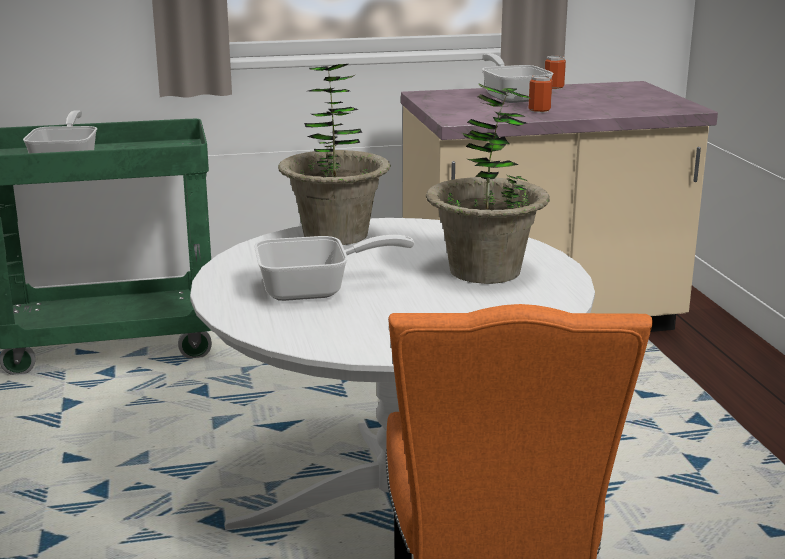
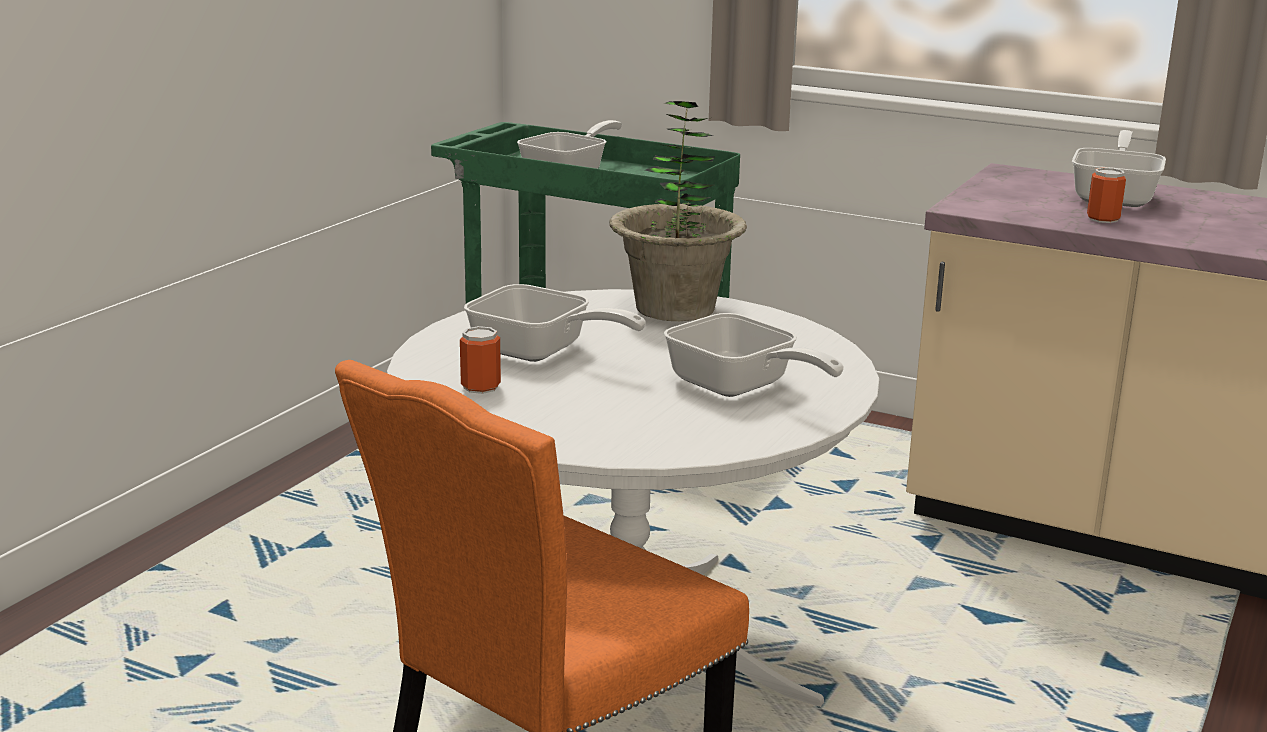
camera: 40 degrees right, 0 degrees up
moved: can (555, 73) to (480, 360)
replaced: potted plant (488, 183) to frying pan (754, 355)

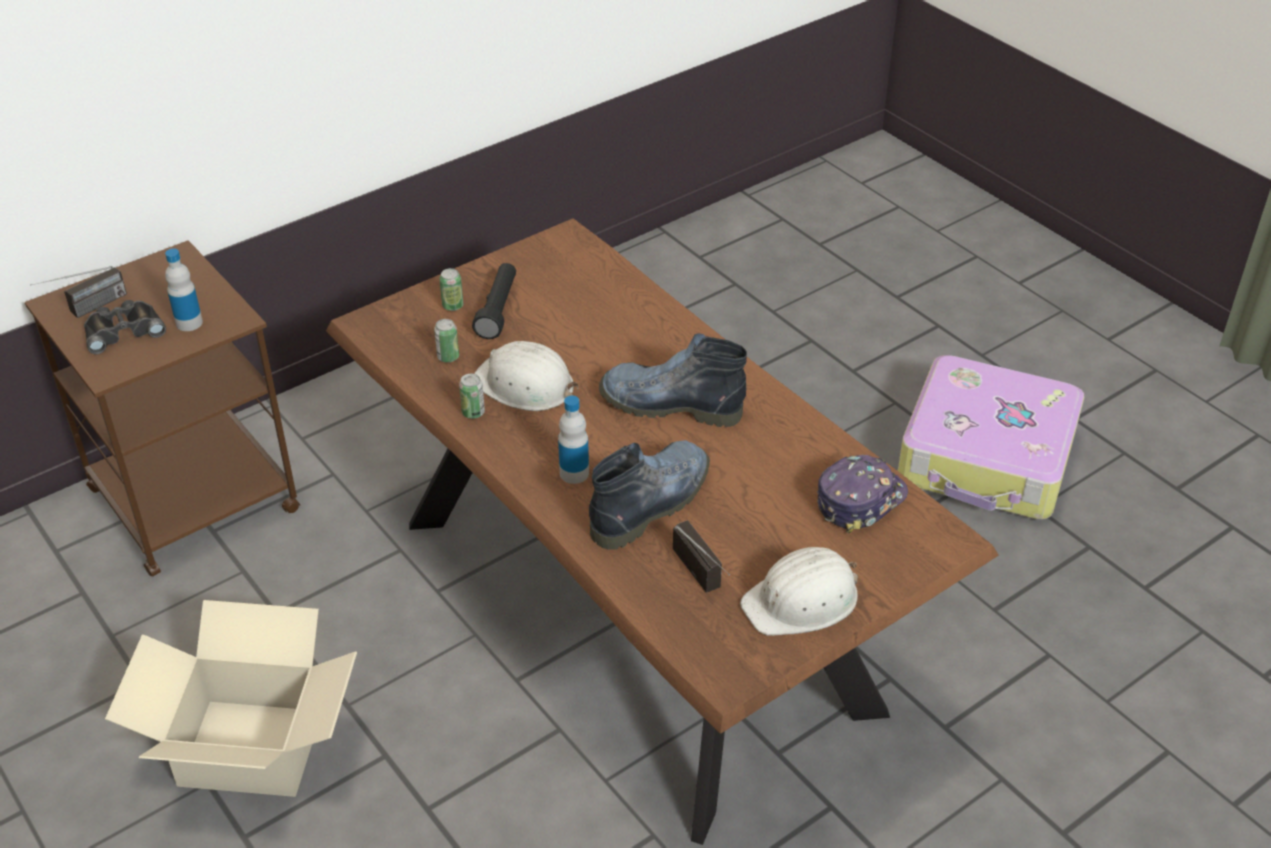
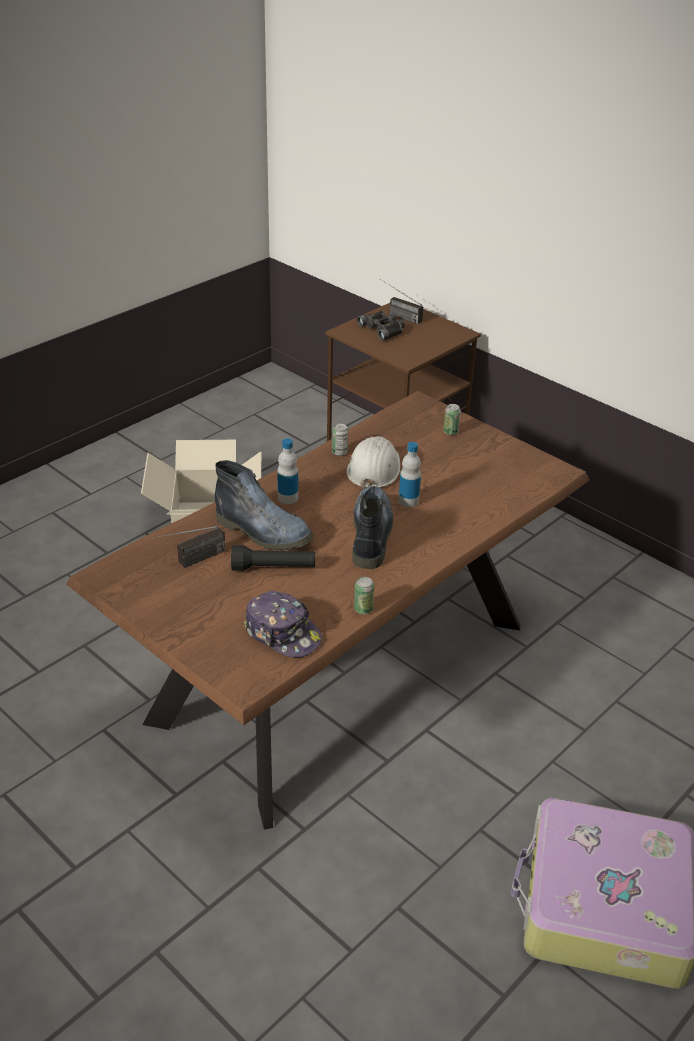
camera: 80 degrees right, 5 degrees down
removed: white hard hat (799, 591)
moved: bottle (184, 289) to (410, 475); black flashlight (494, 301) to (273, 558); can (446, 341) to (364, 595)

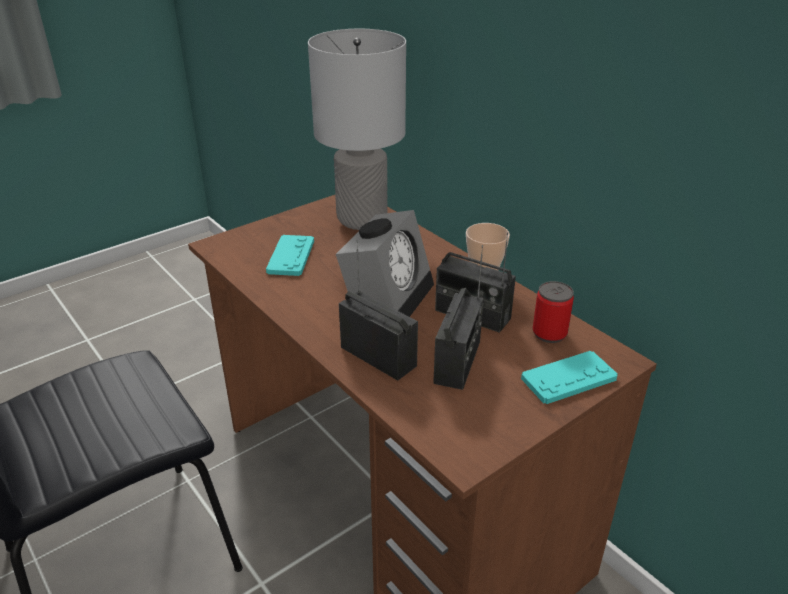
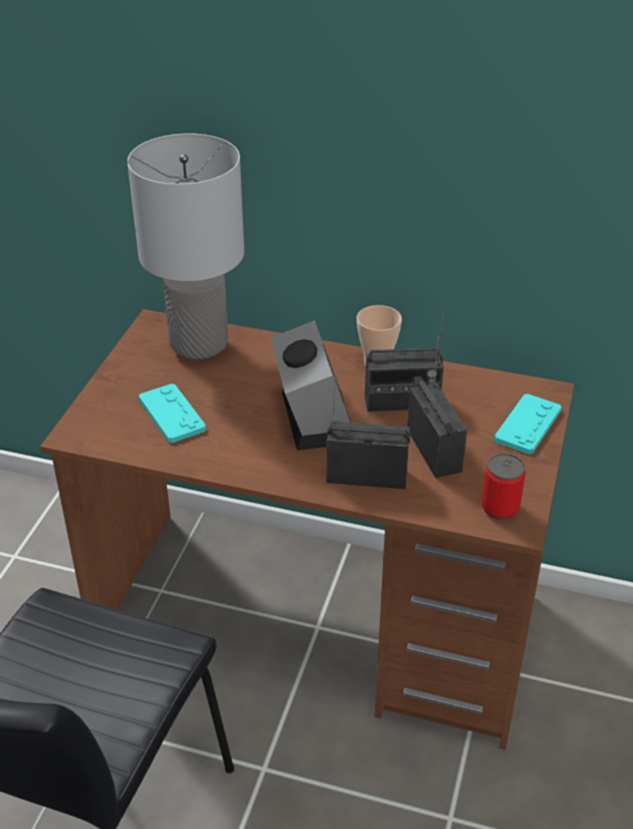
camera: 35 degrees left, 5 degrees up
moved: can (553, 312) to (503, 486)

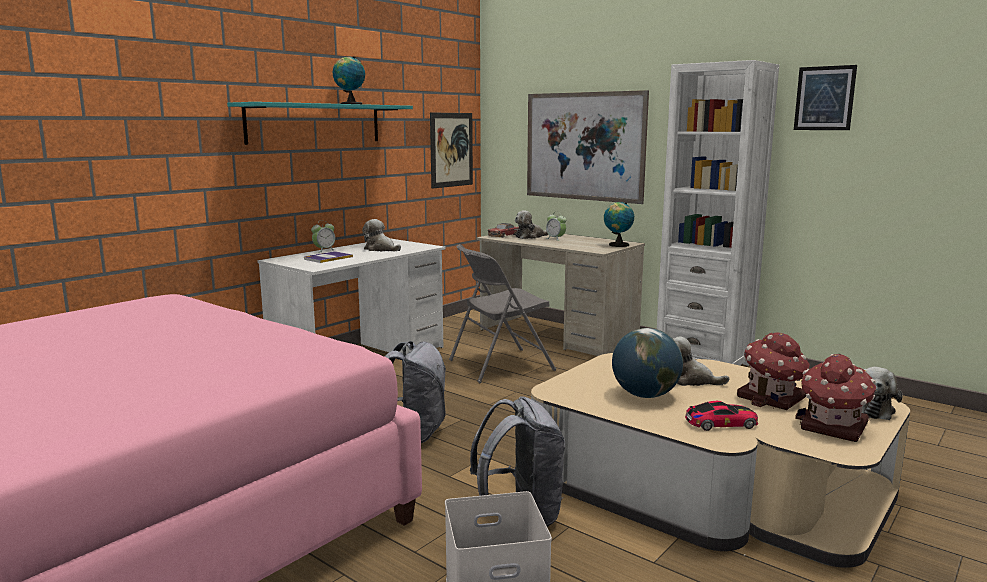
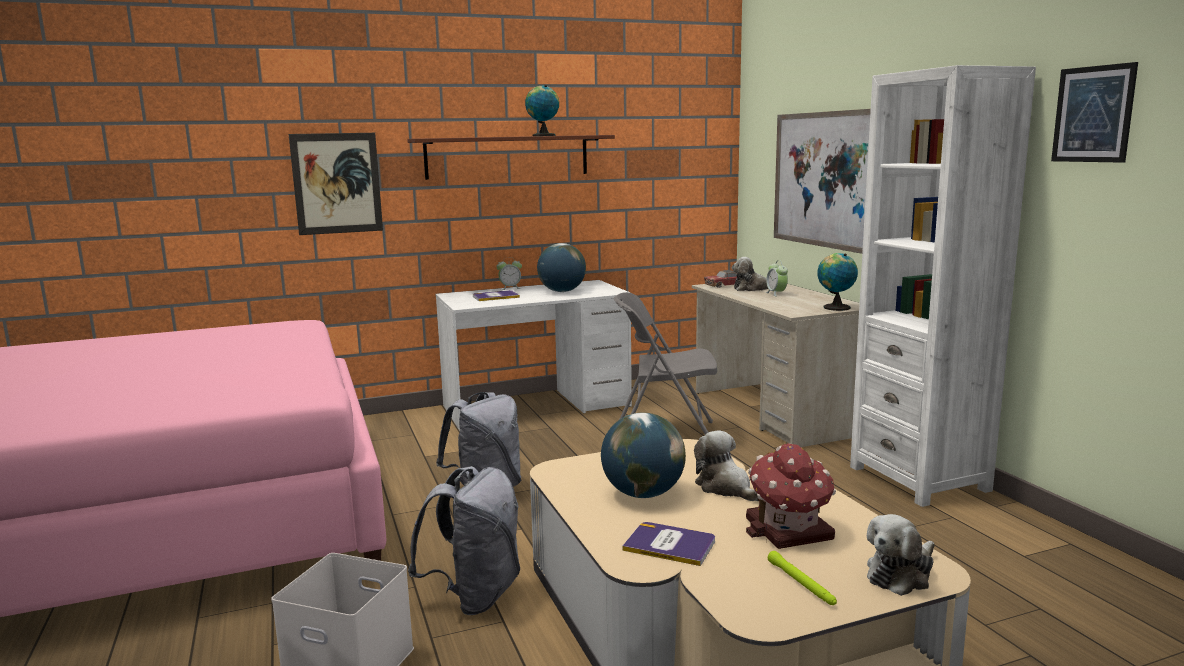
camera: 30 degrees right, 0 degrees up
moved: picture (451, 150) to (336, 184)
replaced: plush toy (381, 235) to globe (561, 267); toy house (836, 398) to green flashlight (802, 578); toy car (721, 416) to book (668, 544)
recoloured: turquoise shelf (320, 123) to brown shelf (511, 157)

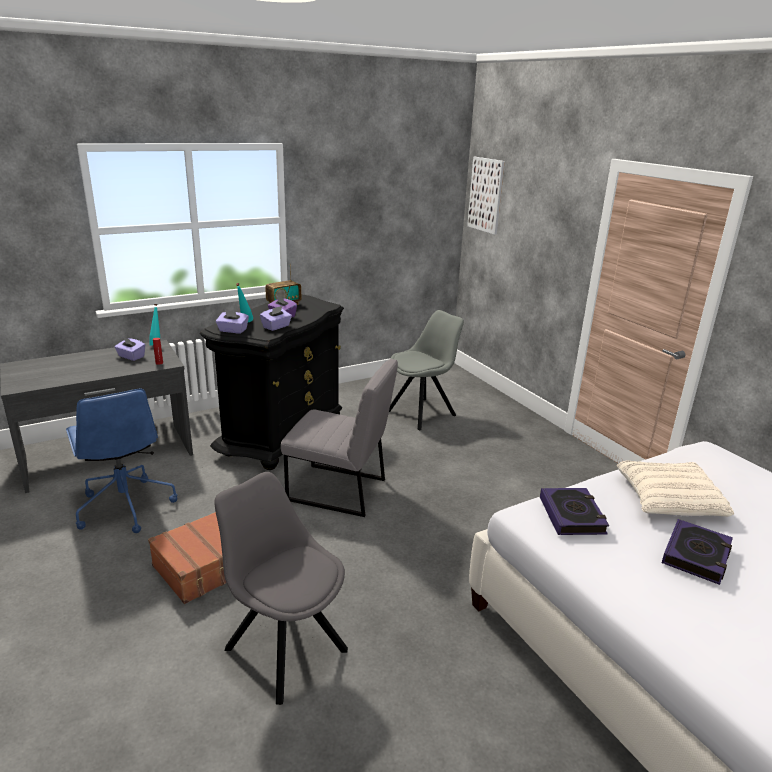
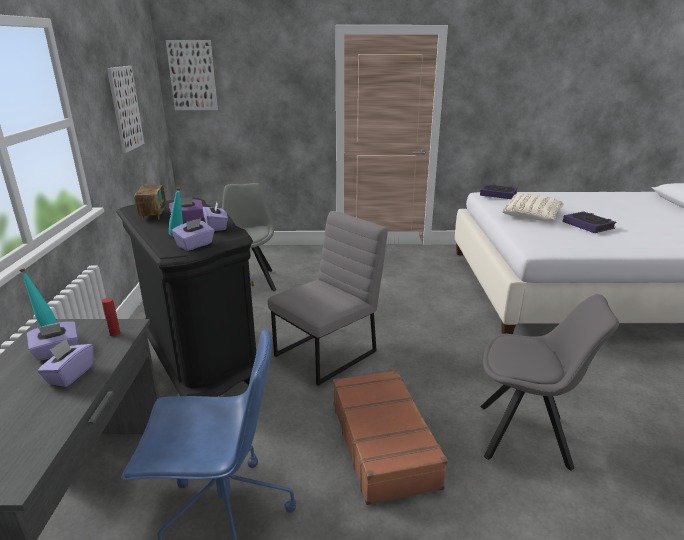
camera: 60 degrees left, 0 degrees up
added: picture (125, 109); purple tissue box (65, 363)
moved: book (574, 511) to (499, 191)
turned: grey chair (281, 588) = (549, 382) 150 degrees counterclockwise

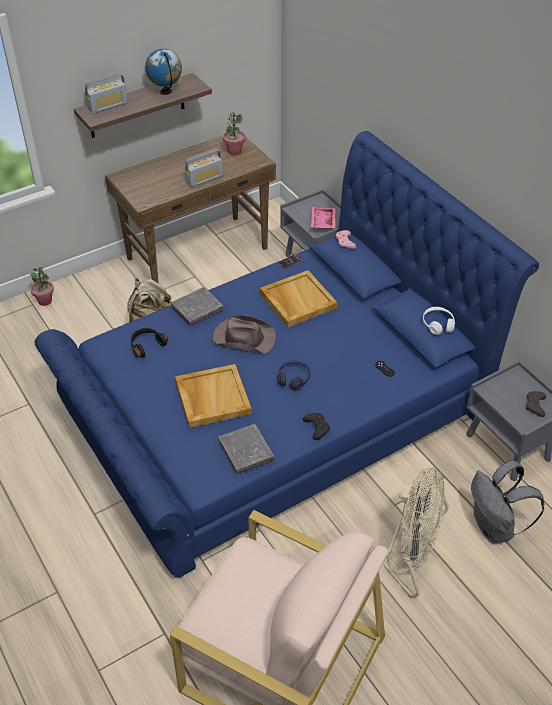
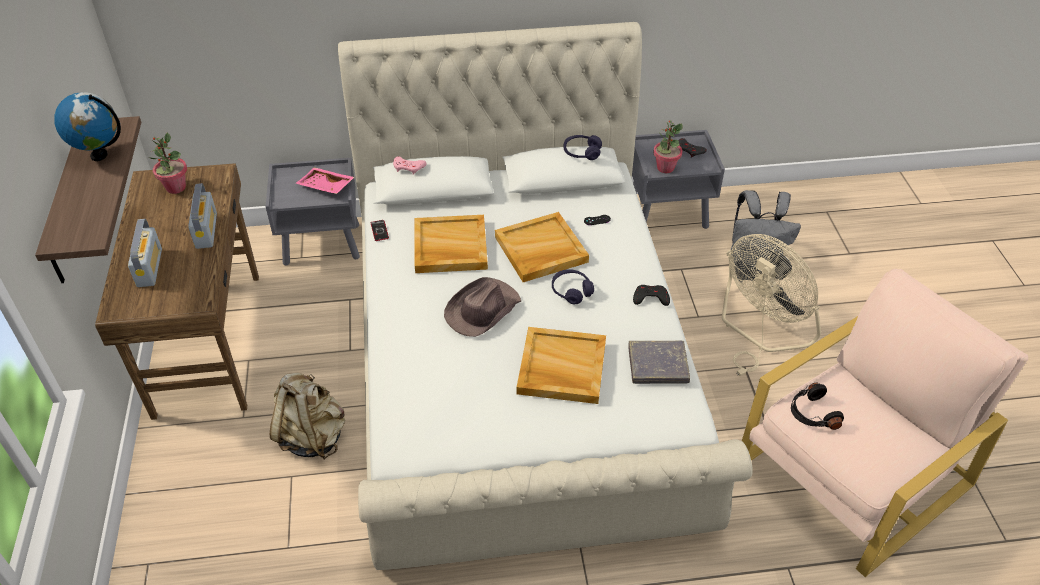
camera: 65 degrees left, 0 degrees up
removed: grey book (197, 306)
added: beige tray (542, 247)
moved: radio (106, 93) to (145, 253); potted plant (42, 286) to (668, 146); black headphones (149, 343) to (817, 406)
recoloured: blue bed (286, 354) to beige bed (545, 296); white headphones (439, 321) to purple headphones (583, 147)

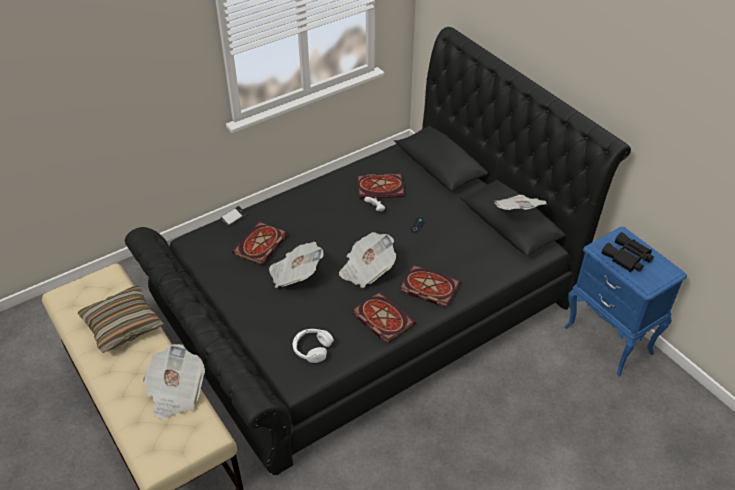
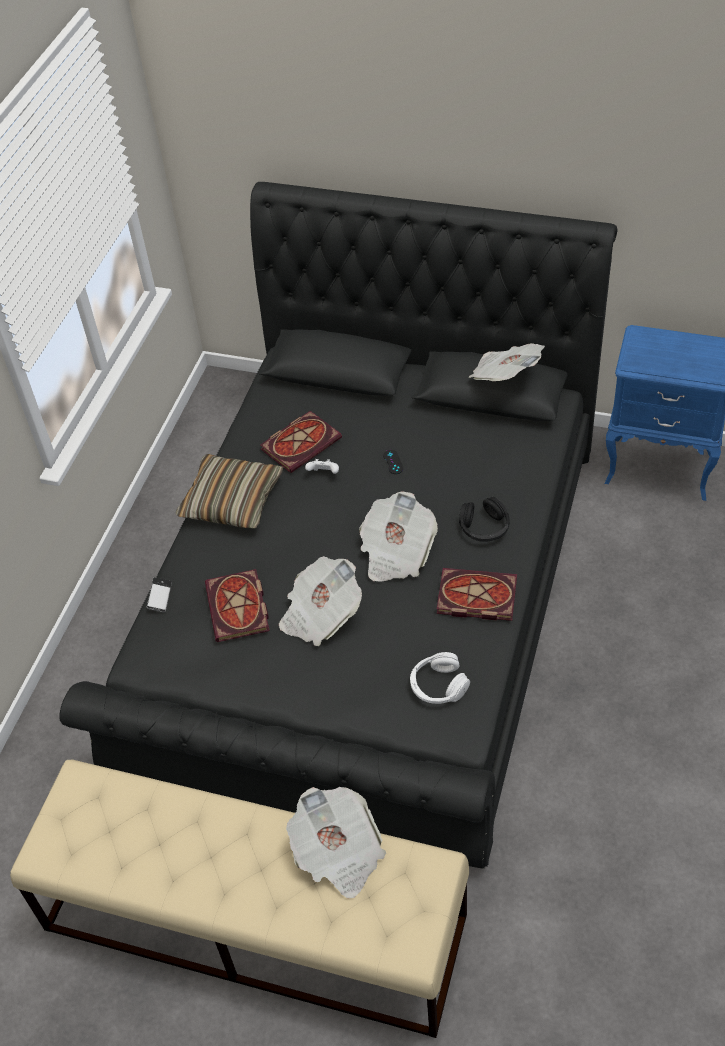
camera: 35 degrees left, 5 degrees up
removed: black binoculars (628, 252)
moved: pillow (121, 319) to (229, 491)
replaced: book (430, 286) to black headphones (484, 519)

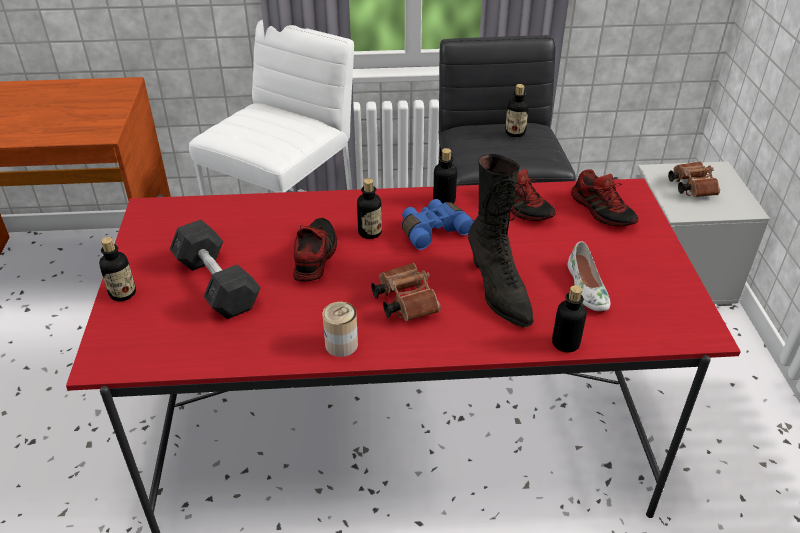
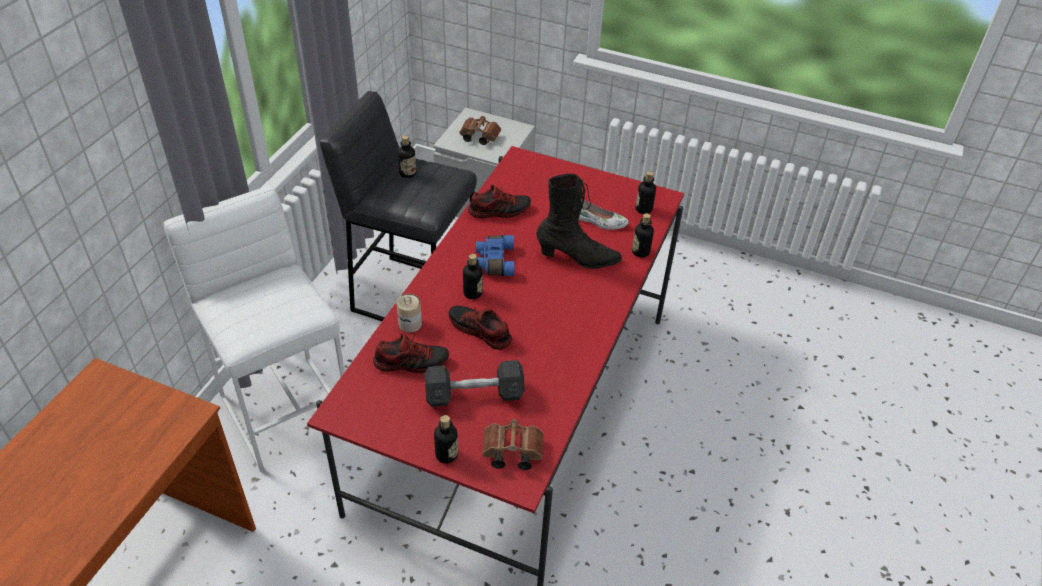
camera: 65 degrees left, 5 degrees up
moved: bottle (445, 175) to (645, 192); shoe (604, 197) to (411, 353); brown binoculars (406, 292) to (513, 444); can (340, 329) to (409, 313)

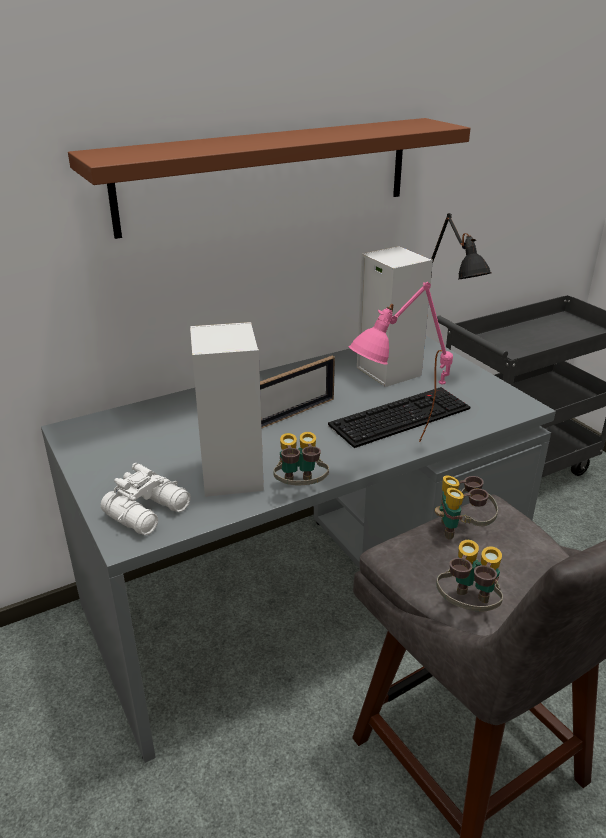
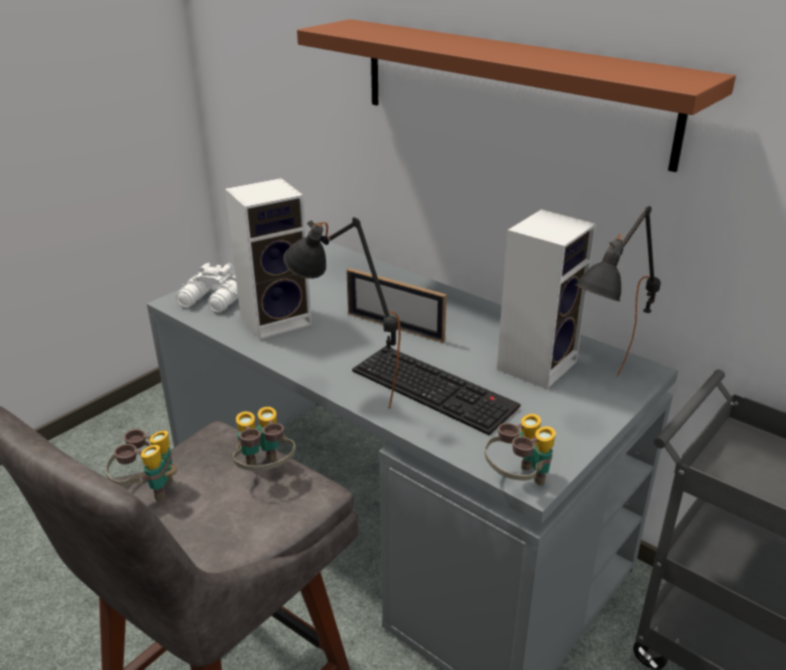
camera: 70 degrees right, 0 degrees up
moved: binoculars (301, 458) to (520, 450)
recoloured: pink table lamp (401, 362) to black table lamp (342, 313)

